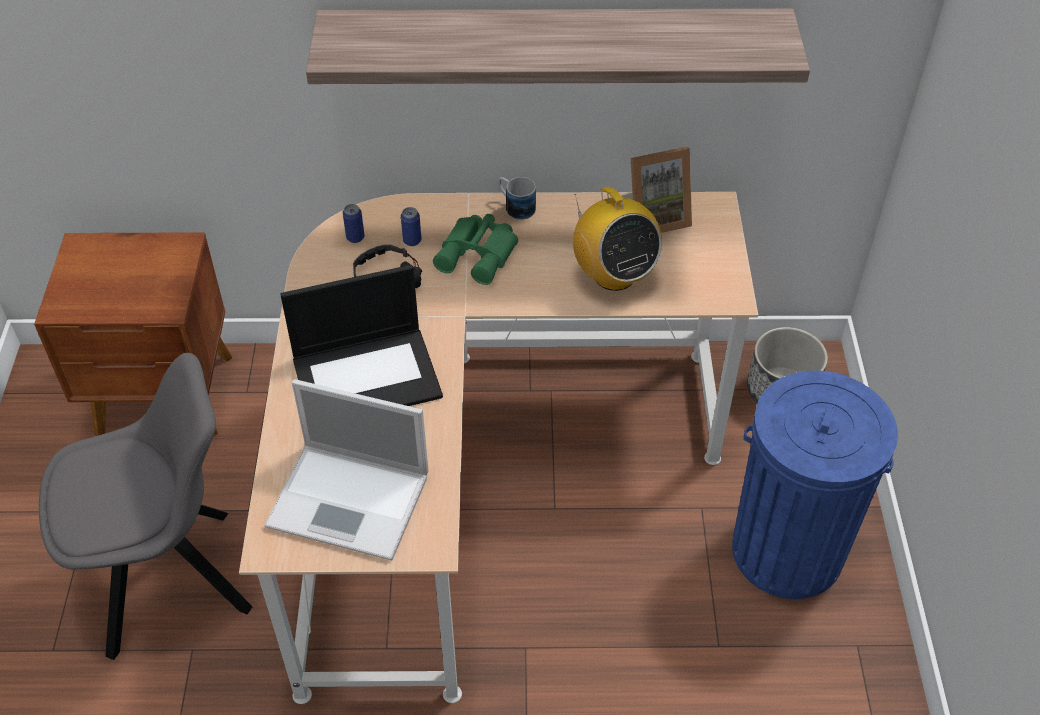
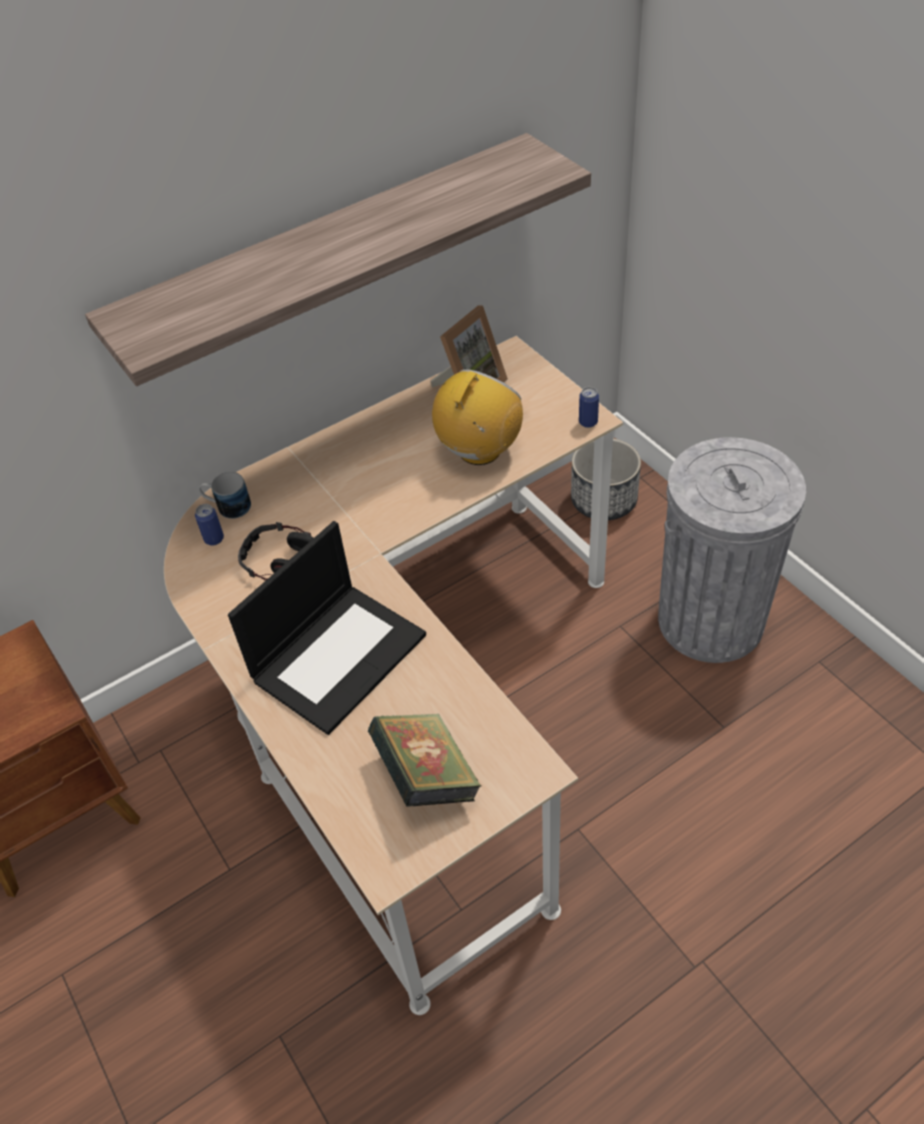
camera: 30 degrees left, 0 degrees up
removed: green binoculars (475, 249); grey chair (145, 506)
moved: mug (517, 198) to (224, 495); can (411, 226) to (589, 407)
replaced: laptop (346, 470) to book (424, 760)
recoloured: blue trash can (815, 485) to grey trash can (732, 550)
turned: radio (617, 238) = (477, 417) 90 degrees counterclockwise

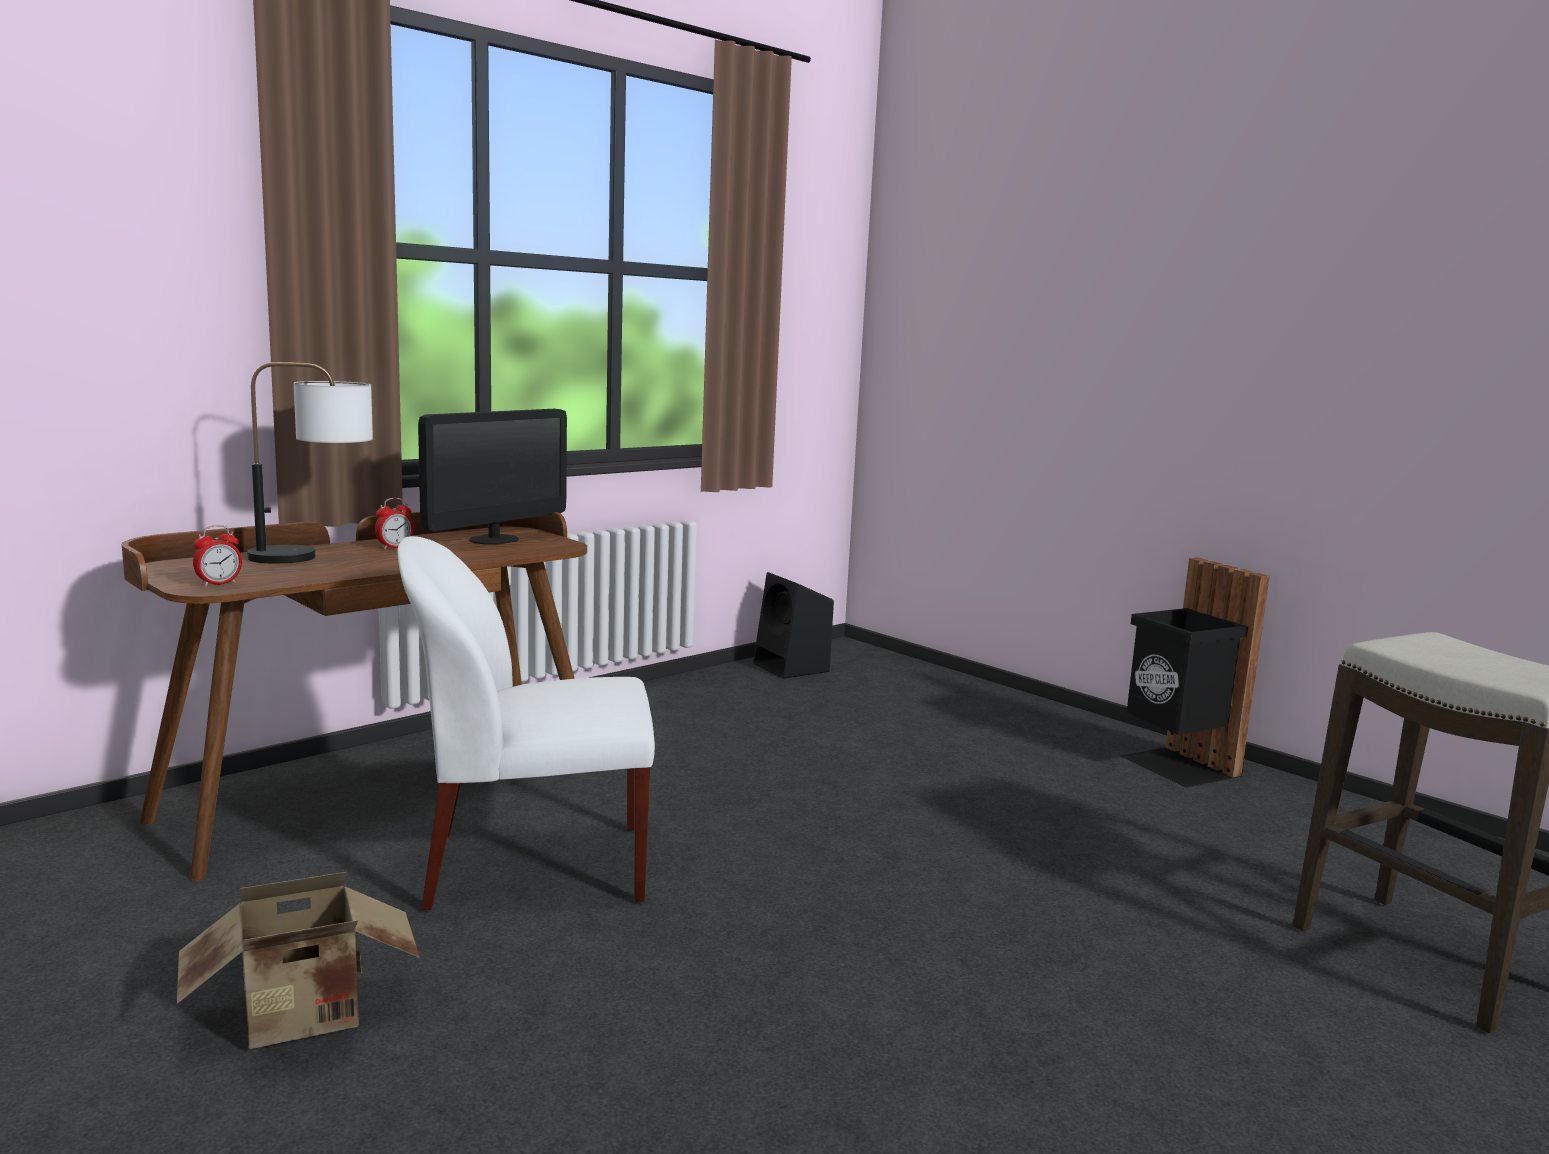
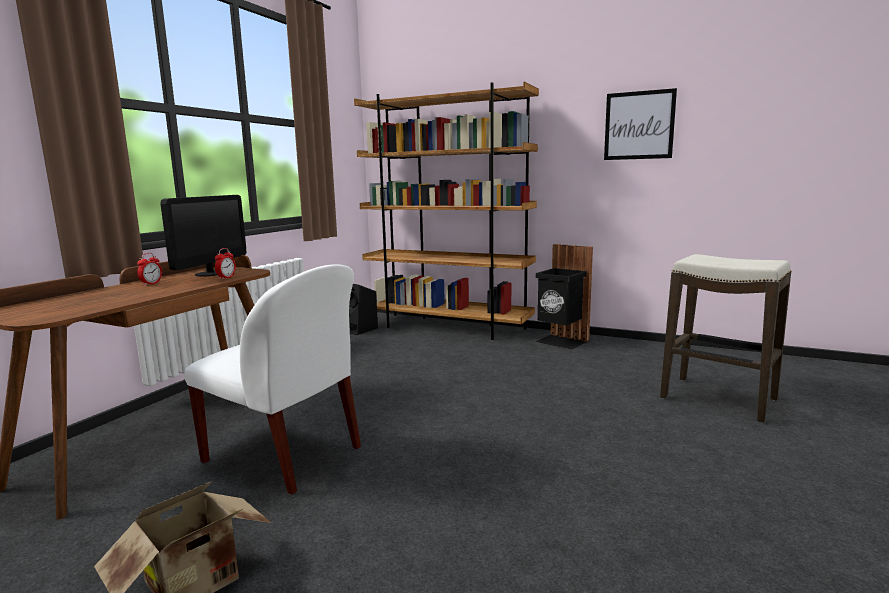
camera: 20 degrees left, 0 degrees up
removed: table lamp (310, 462)
added: brown bookcase (446, 211); picture (640, 124)
moved: alarm clock (217, 556) to (225, 263)
turned: white chair (526, 723) = (272, 379) 120 degrees counterclockwise

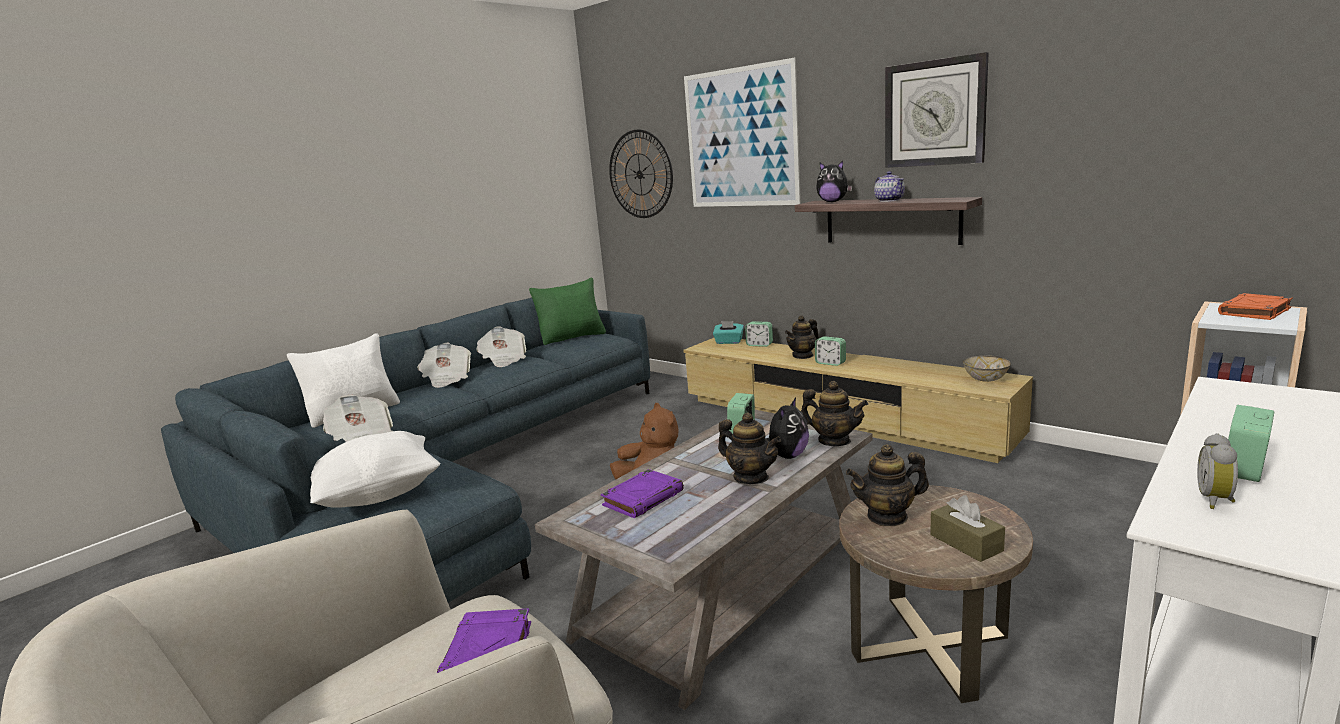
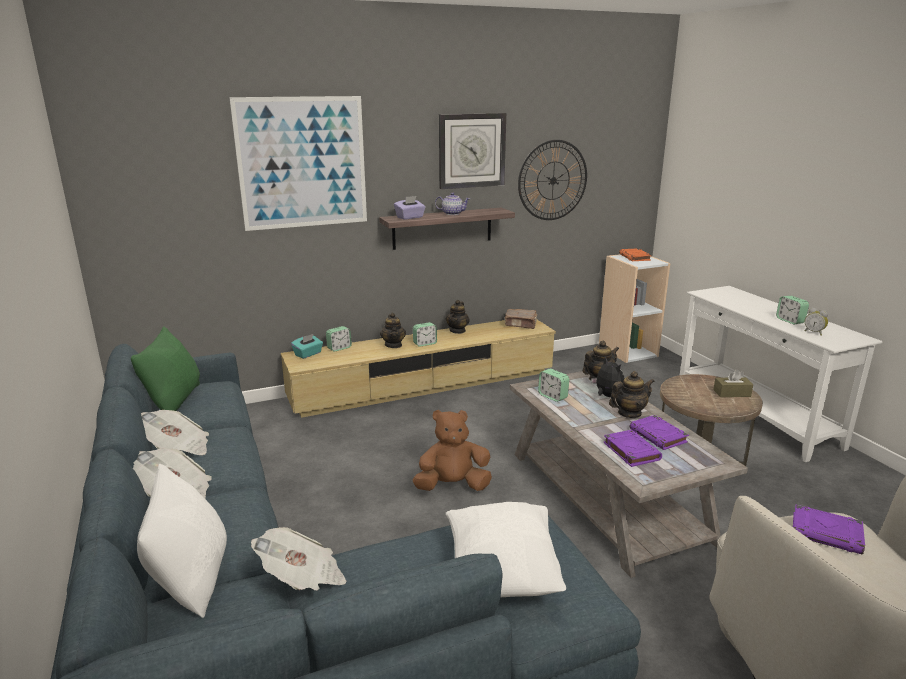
camera: 65 degrees left, 5 degrees up
added: purple book (659, 432)
moved: wall clock (641, 174) to (552, 180); teapot (887, 485) to (458, 317)
replaced: plush toy (834, 181) to purple tissue box (410, 208); bowl (987, 368) to brown book (521, 319)

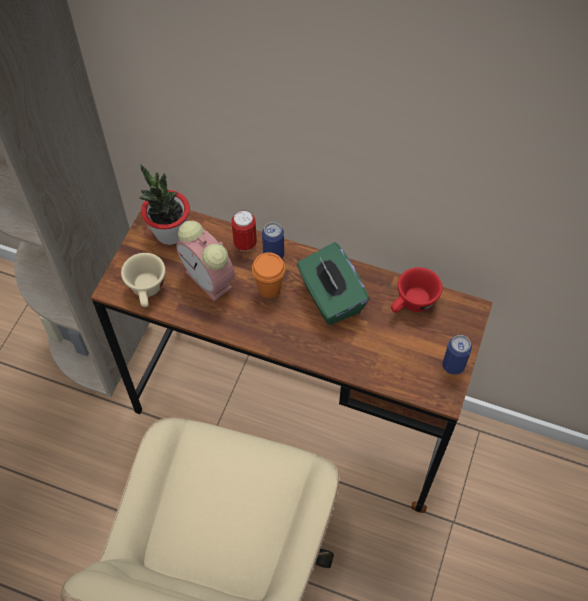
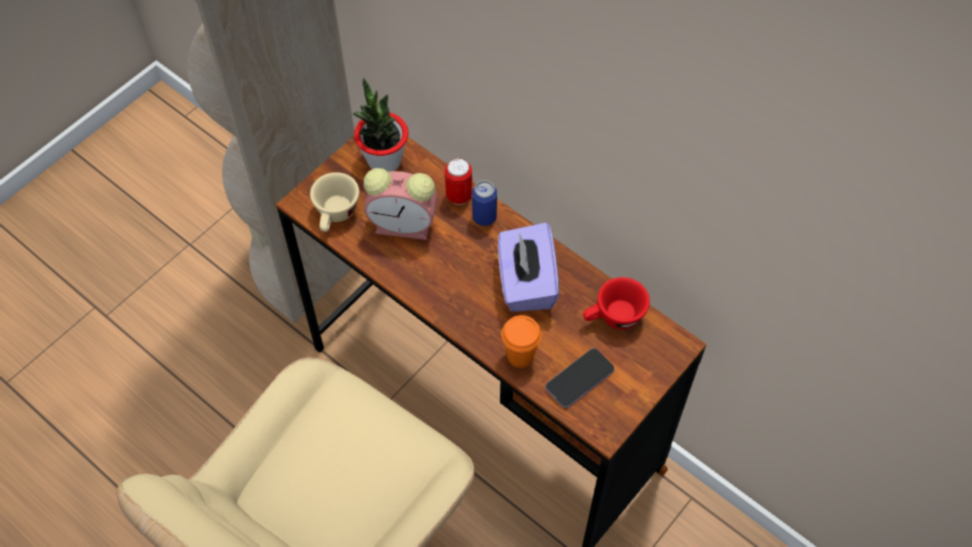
camera: 20 degrees right, 0 degrees up
removed: can (457, 355)
added: phone (580, 378)
moved: orange cup (268, 275) to (522, 341)
recoloured: green tissue box (333, 283) to purple tissue box (528, 267)
turned: alarm clock (205, 261) = (401, 204) 60 degrees counterclockwise

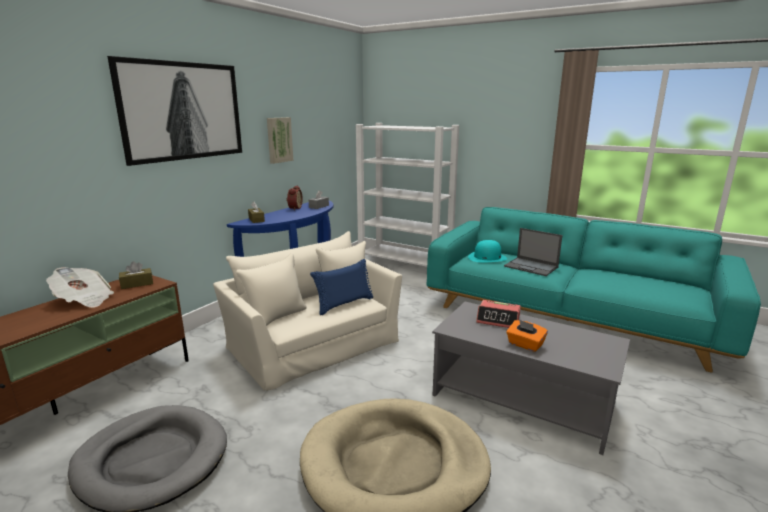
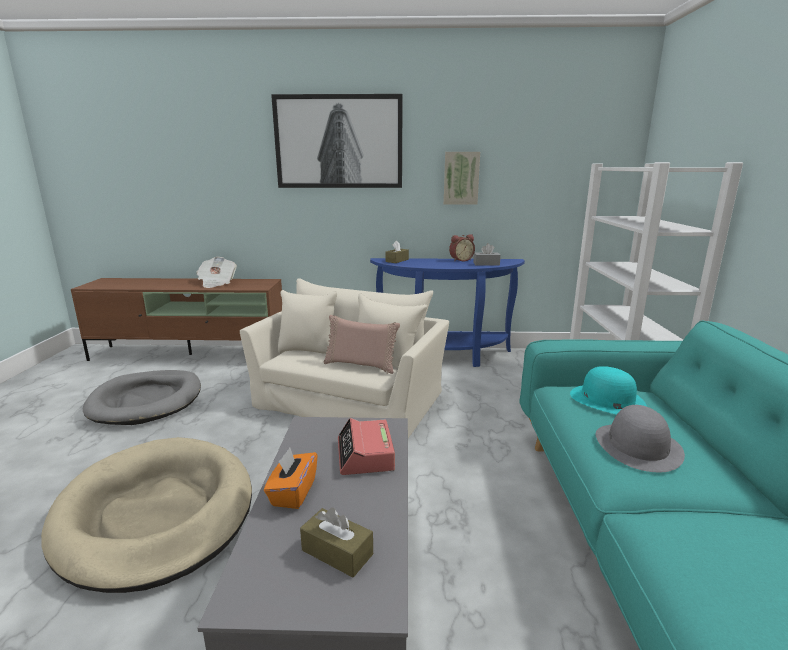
camera: 60 degrees right, 0 degrees up
moved: brown tissue box (136, 275) to (336, 542)
replaced: laptop (533, 252) to grey hat (640, 438)
recoloured: blue pillow (341, 287) to beige pillow (362, 344)

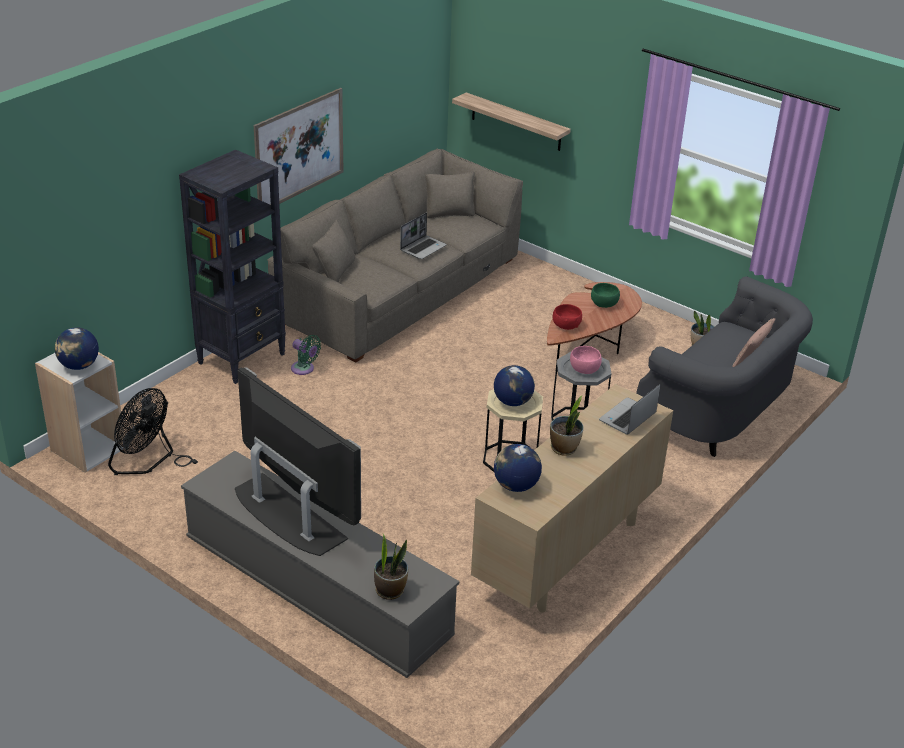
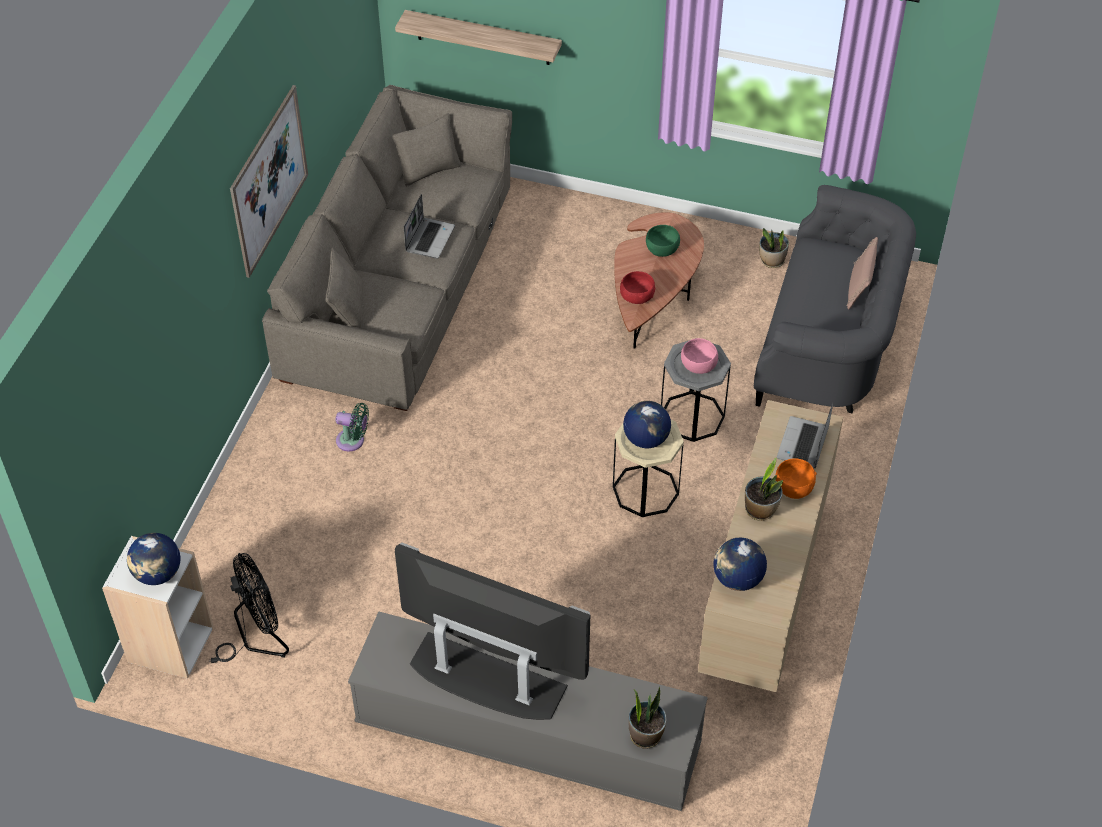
camera: 20 degrees left, 15 degrees up
removed: black bookcase (232, 267)
added: orange bowl (796, 478)
turned: black fan (153, 431) = (249, 608) 150 degrees clockwise

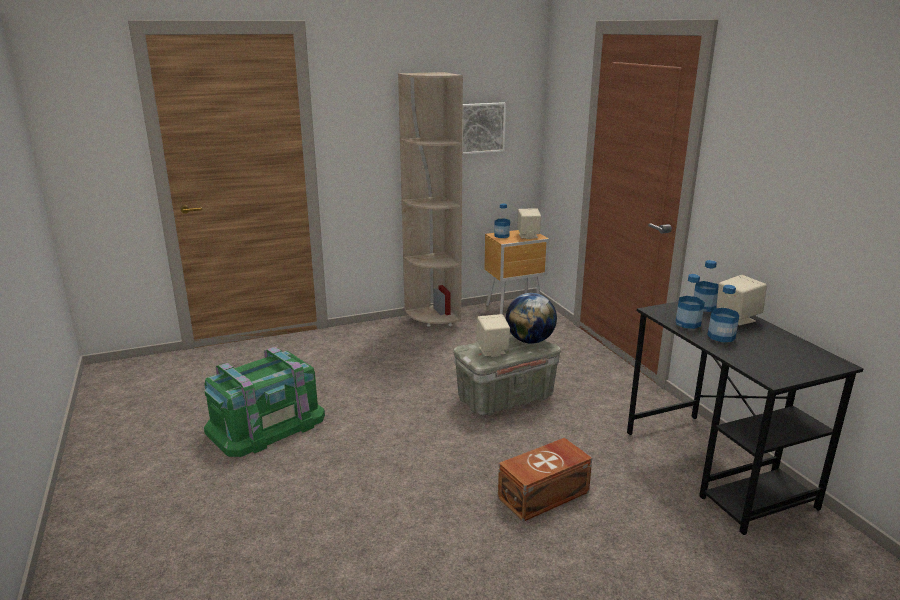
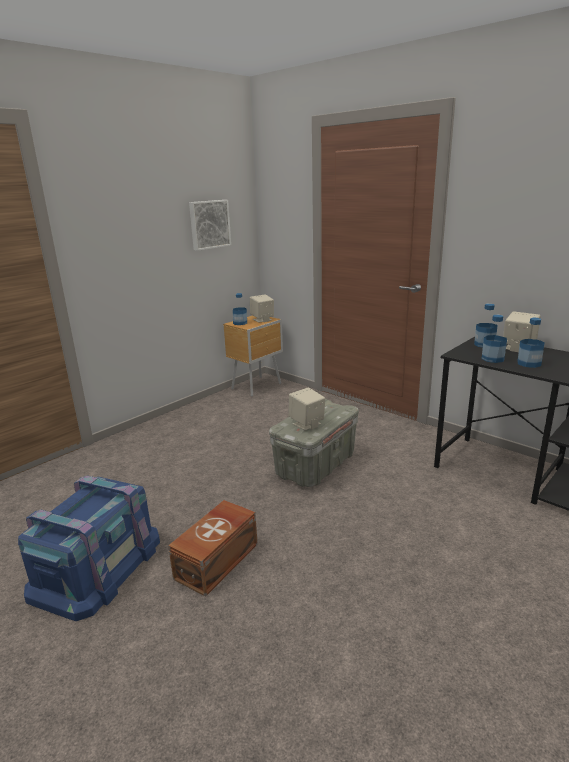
camera: 25 degrees left, 0 degrees up
removed: beige bookcase (430, 199); globe (531, 318)
moved: brown storage box (545, 480) to (212, 548)
recoloured: green storage box (264, 402) to blue storage box (89, 548)

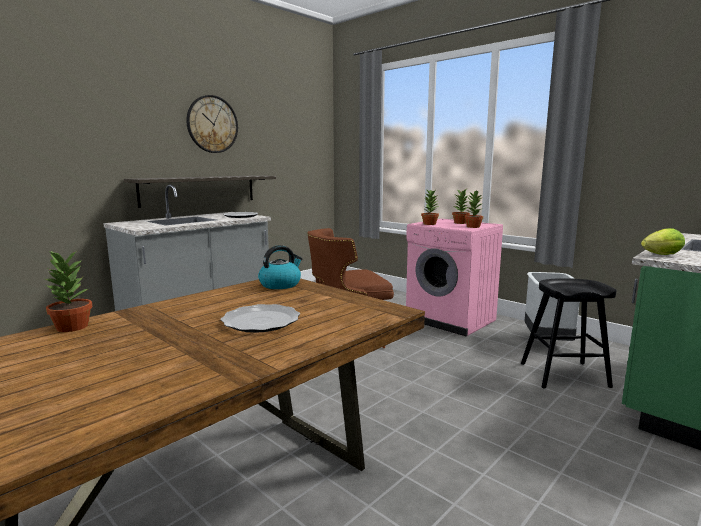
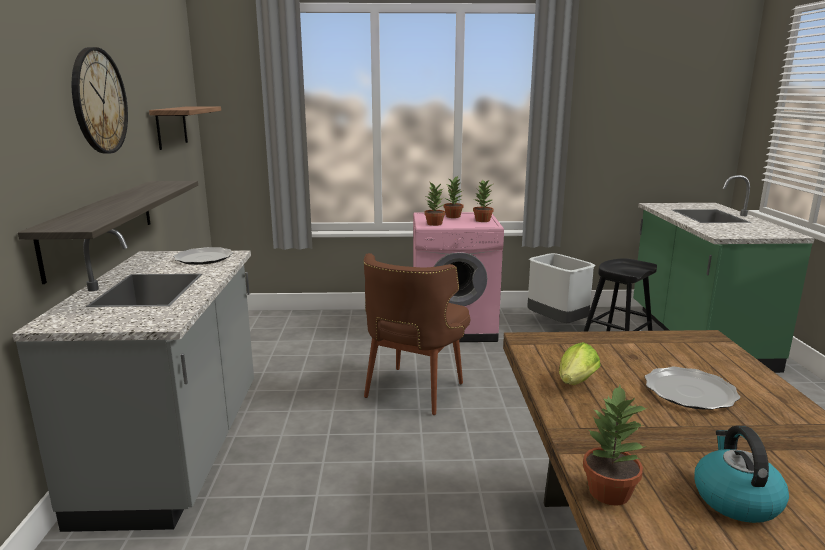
camera: 45 degrees left, 5 degrees up
added: shelf (185, 128)
moved: lettuce (663, 241) to (580, 363); kettle (280, 267) to (741, 474)

